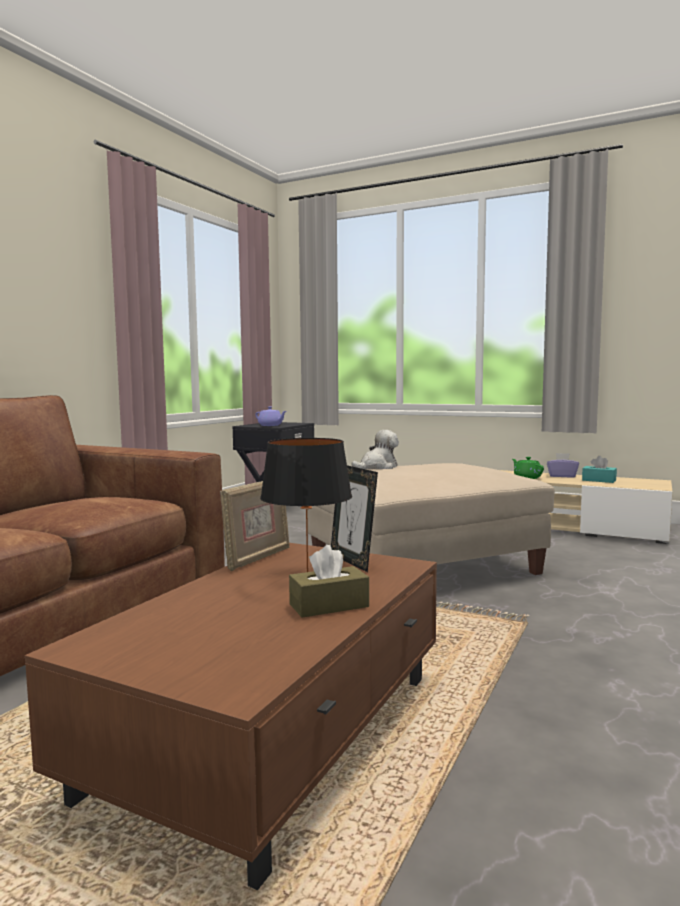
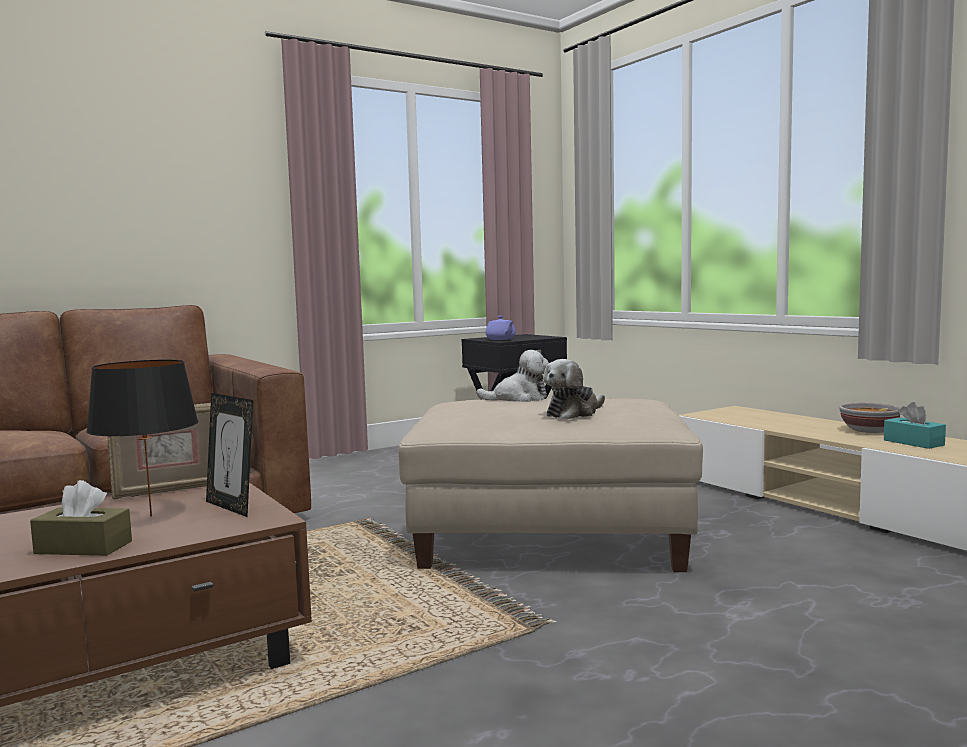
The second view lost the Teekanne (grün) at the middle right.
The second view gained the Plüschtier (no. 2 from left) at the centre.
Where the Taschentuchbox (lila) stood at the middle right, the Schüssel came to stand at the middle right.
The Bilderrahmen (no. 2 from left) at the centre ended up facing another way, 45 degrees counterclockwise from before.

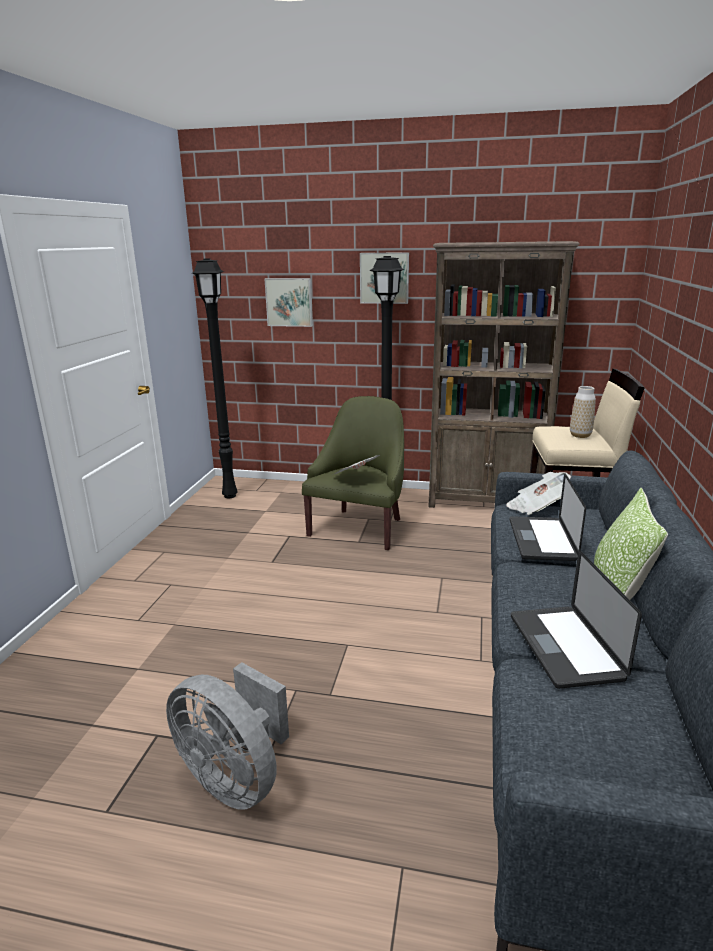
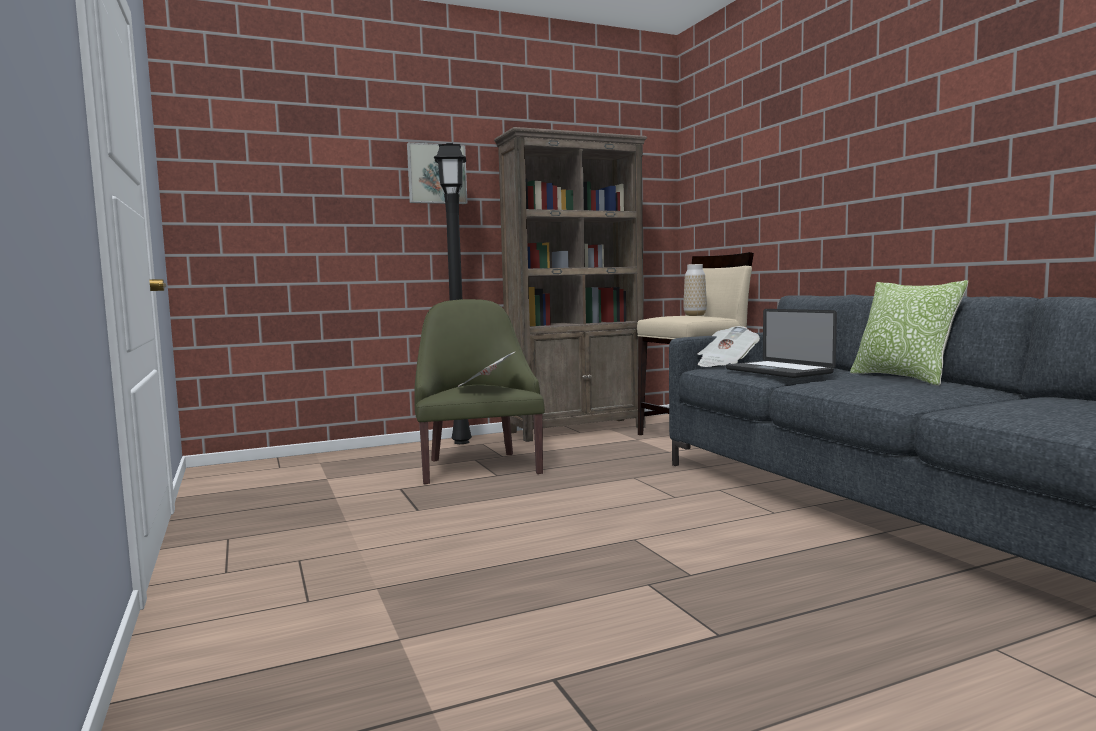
The second view lost the Ventilator (grau) at the bottom left.
The second view lost the Stehlampe (schwarz) (no. 1 from left) at the middle left.
The second view lost the Bild (no. 1 from left) at the top centre.
The second view lost the Laptop (no. 2 from left) at the middle right.

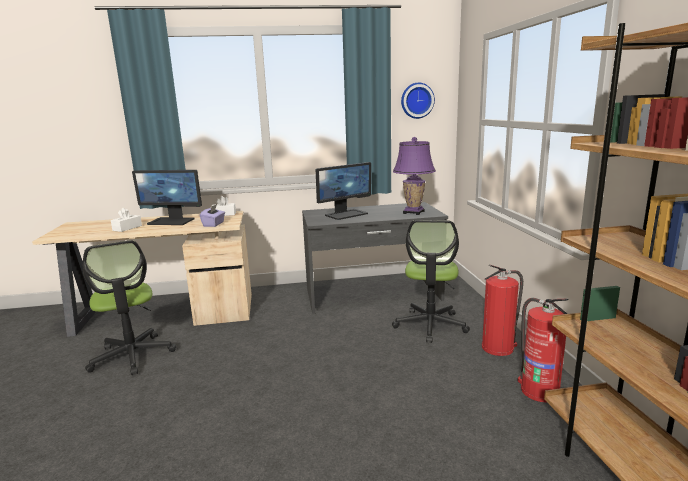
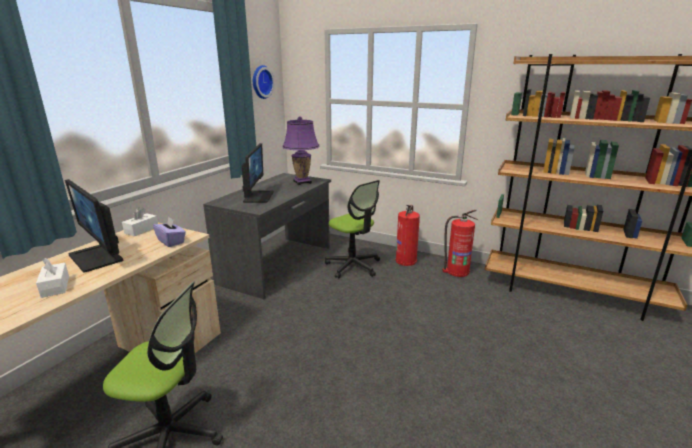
The Monitor (no. 1 from left) at the middle left ended up facing another way, 90 degrees clockwise from before.

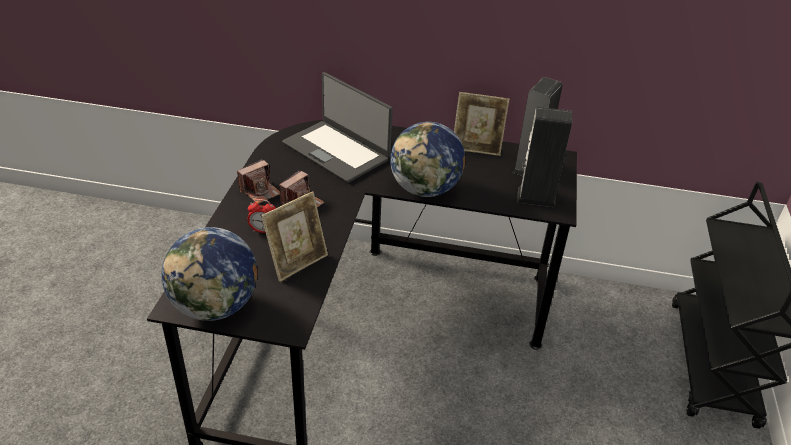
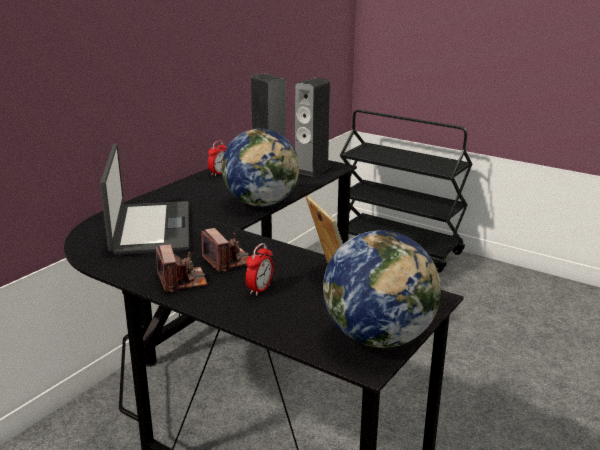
Where the Bilderrahmen (no. 2 from left) stood at the top centre, the Wecker (no. 1 from left) came to stand at the centre.
The Laptop at the top centre ended up facing another way, 75 degrees counterclockwise from before.

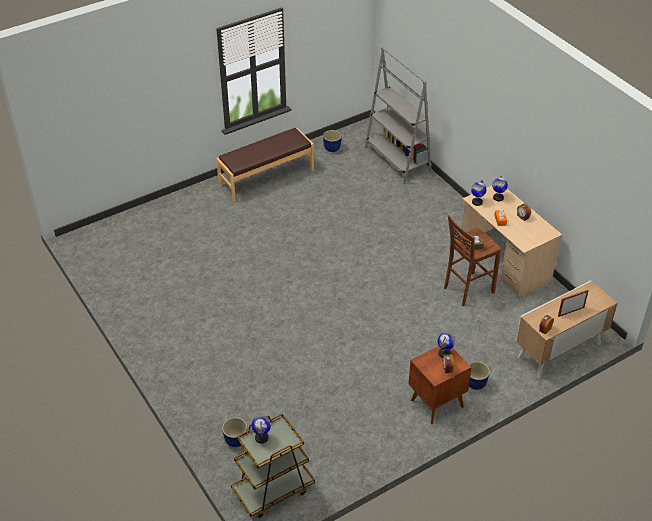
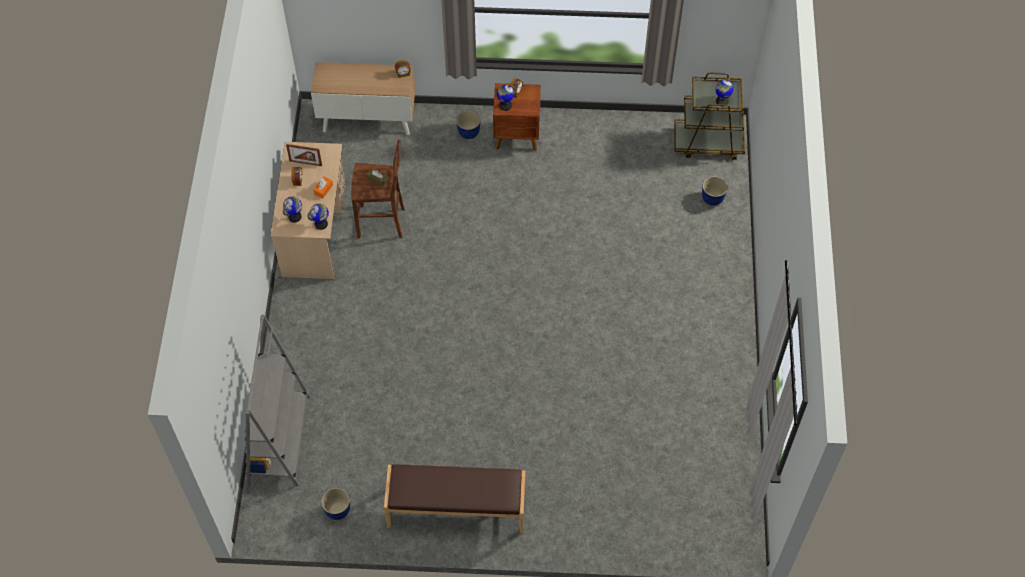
The Bilderrahmen ended up elsewhere, having gone from the middle right to the top left.

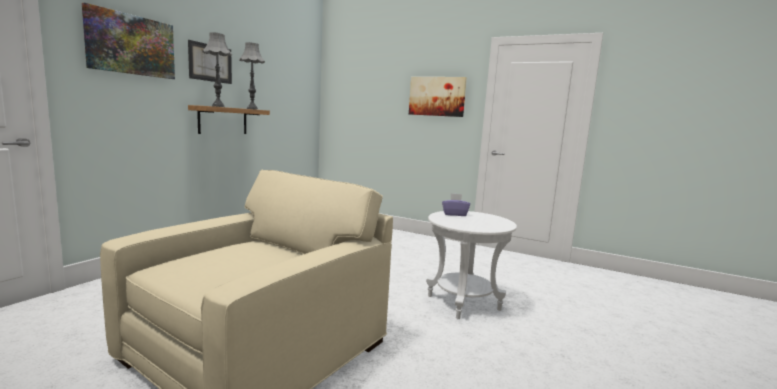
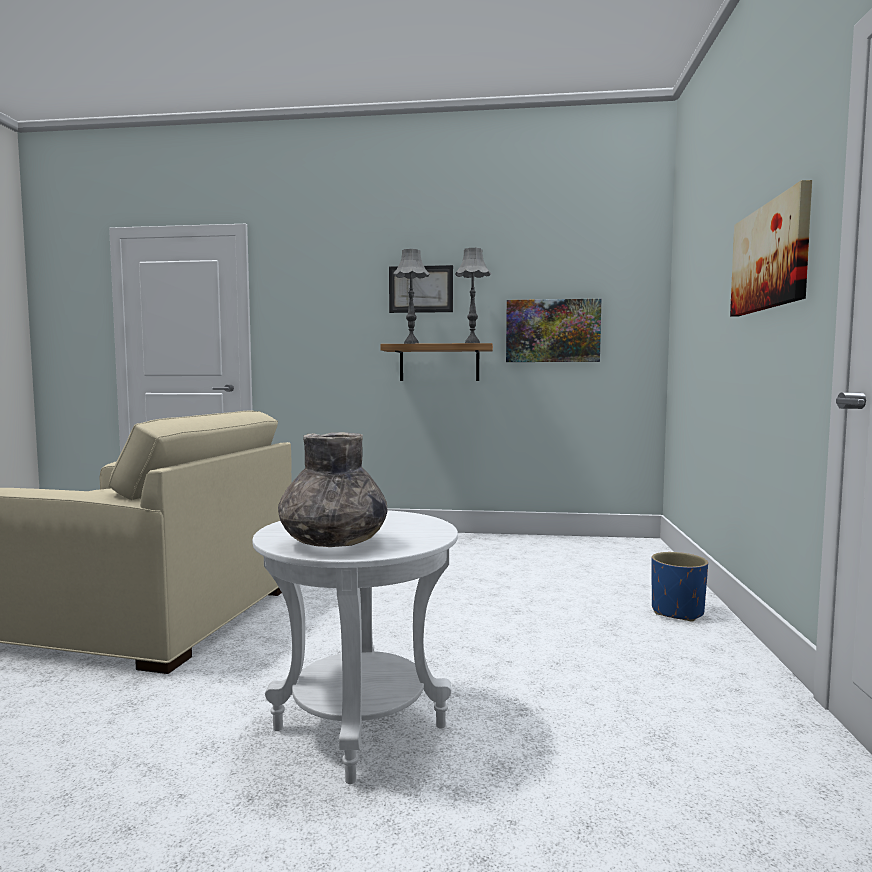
The second view lost the Taschentuchbox (lila) at the centre.
The second view gained the Vase (grau) at the centre.
The second view gained the Pflanzkübel (blau) at the bottom right.
The Bild (no. 1 from left in the first image) ended up elsewhere, having gone from the top left to the centre.

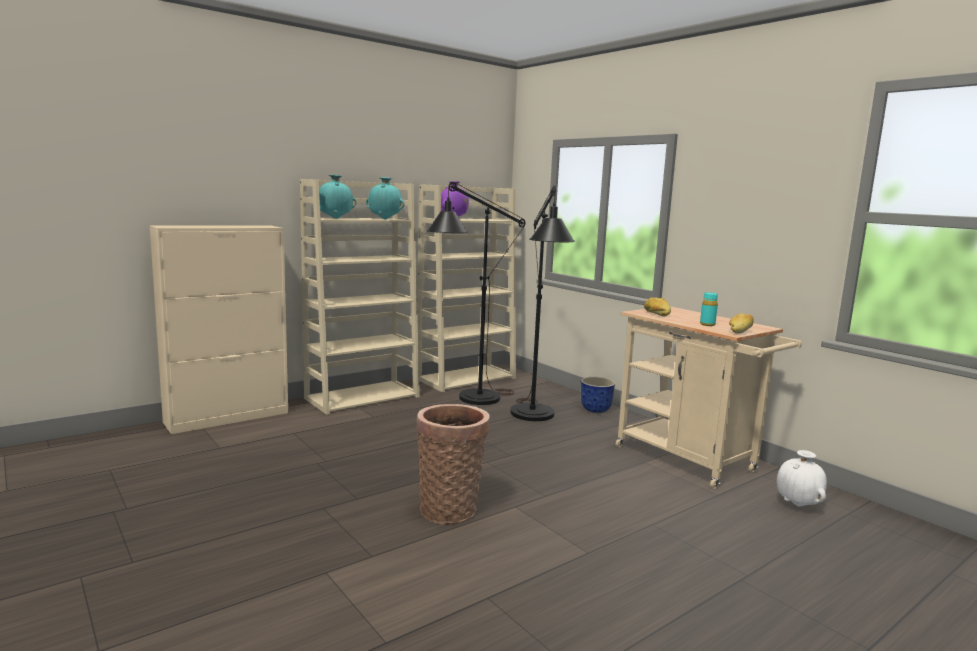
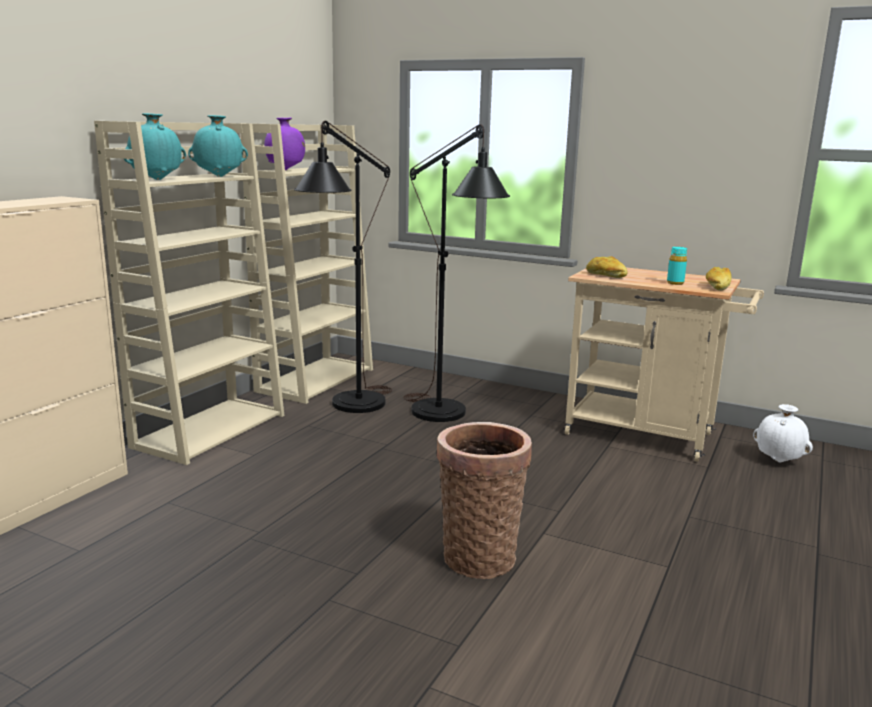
The second view lost the Pflanzkübel at the centre.

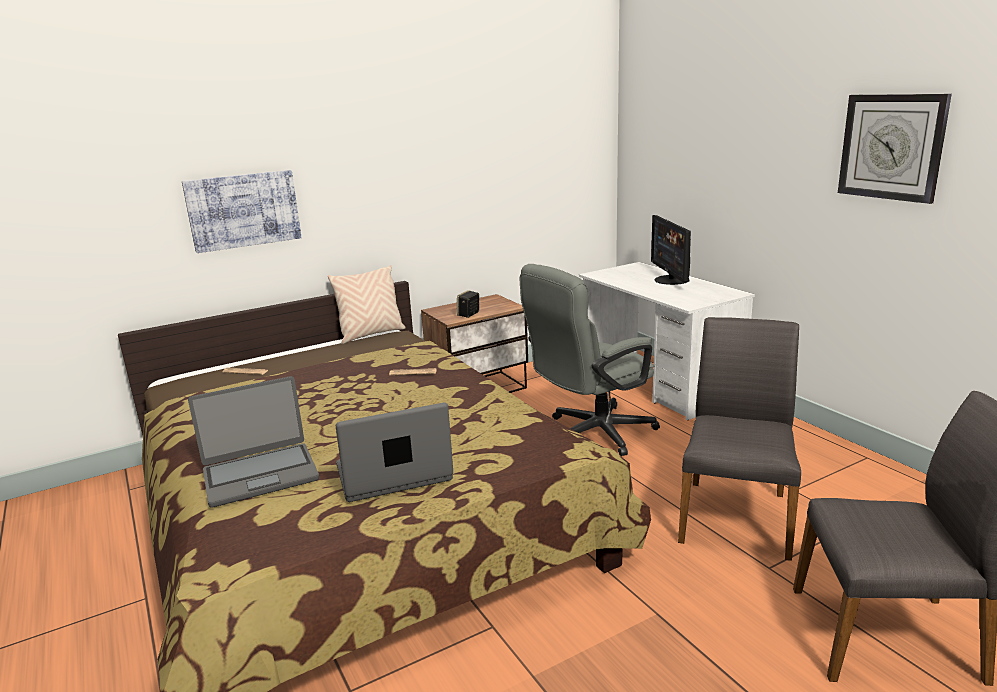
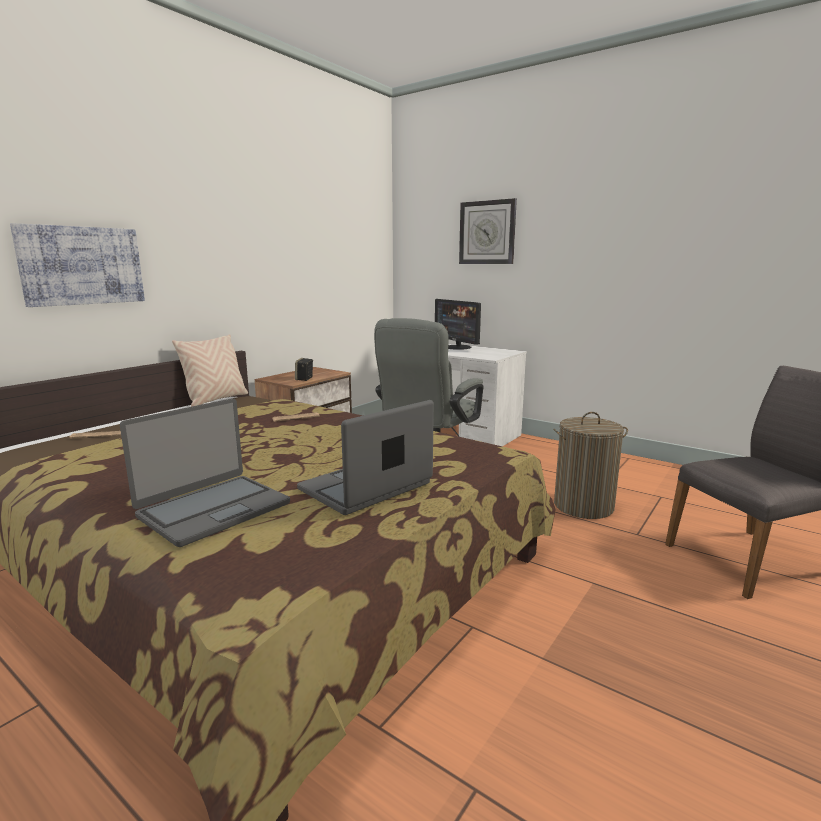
The Wanduhr ended up elsewhere, having gone from the top right to the top centre.
Where the Stuhl (grau) (no. 1 from left) stood at the middle right, the Wäschekorb came to stand at the middle right.

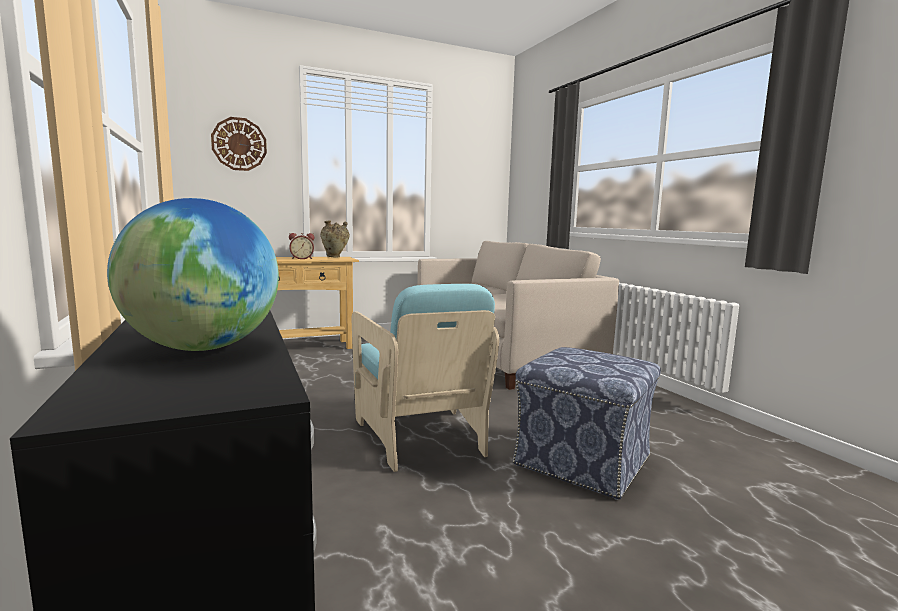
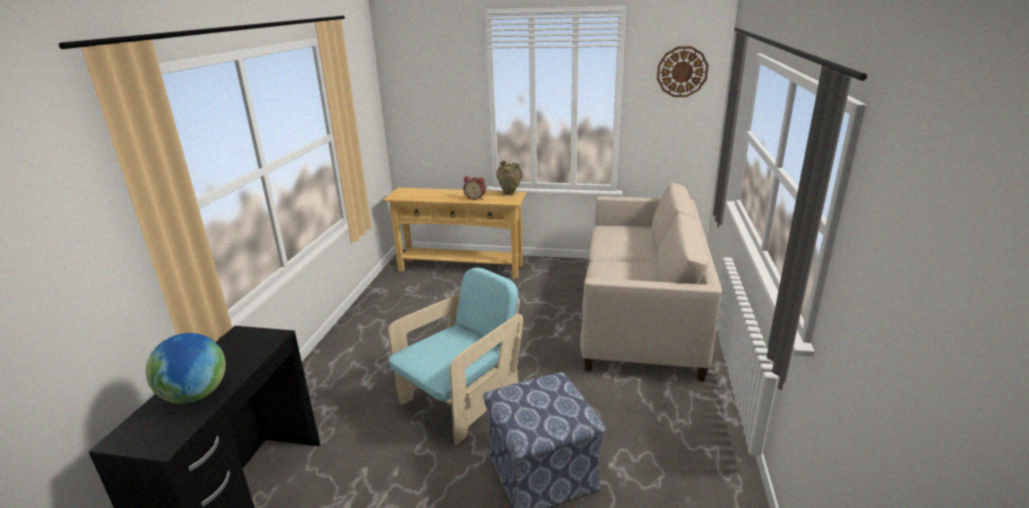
The Wanduhr ended up elsewhere, having gone from the top left to the top centre.
The Sessel (türkis) at the centre ended up facing another way, 150 degrees counterclockwise from before.

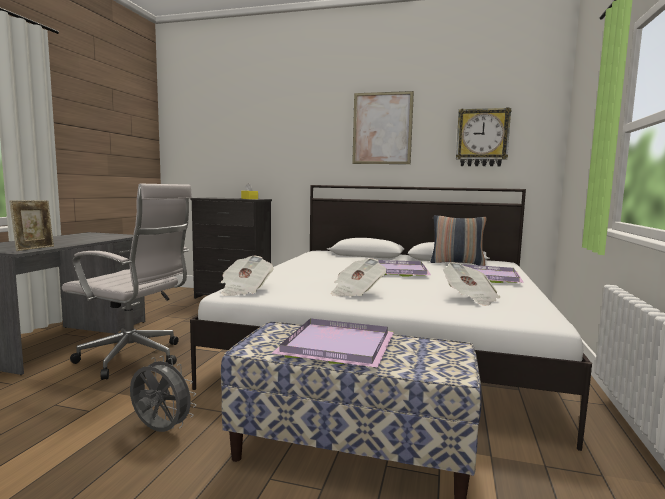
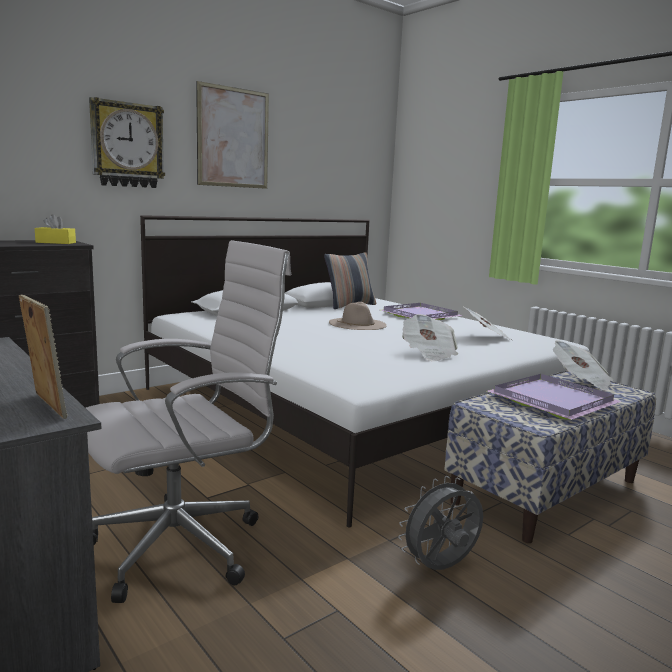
The Zeitung (no. 1 from left in the first image) ended up elsewhere, having gone from the centre to the middle right.
The Wanduhr ended up elsewhere, having gone from the top right to the top left.
Where the Tablett (lila) (no. 2 from left) stood at the centre, the Hut (beige) came to stand at the centre.

